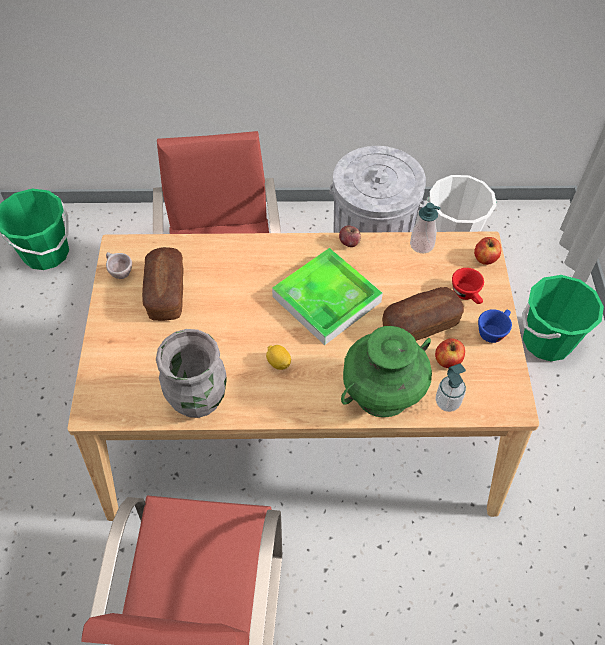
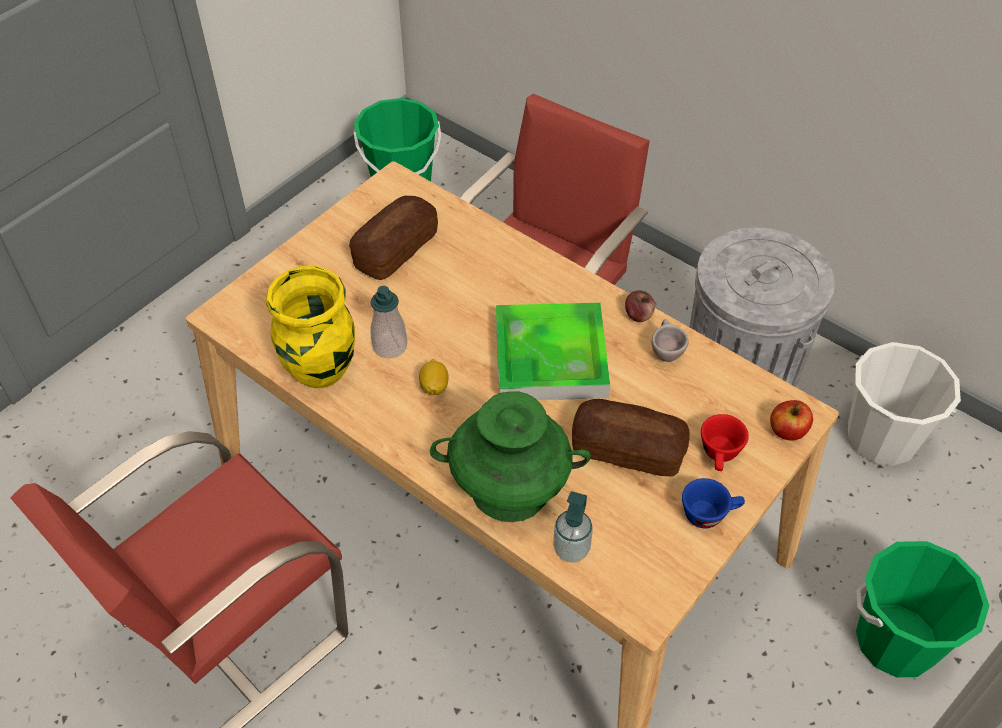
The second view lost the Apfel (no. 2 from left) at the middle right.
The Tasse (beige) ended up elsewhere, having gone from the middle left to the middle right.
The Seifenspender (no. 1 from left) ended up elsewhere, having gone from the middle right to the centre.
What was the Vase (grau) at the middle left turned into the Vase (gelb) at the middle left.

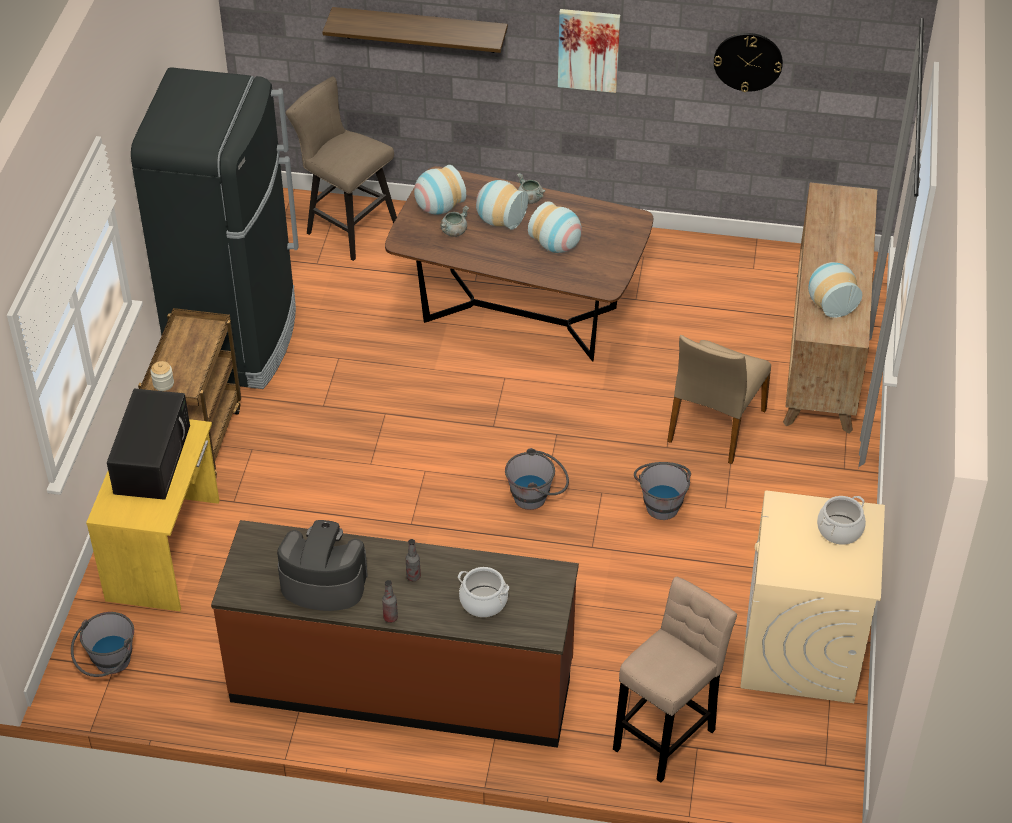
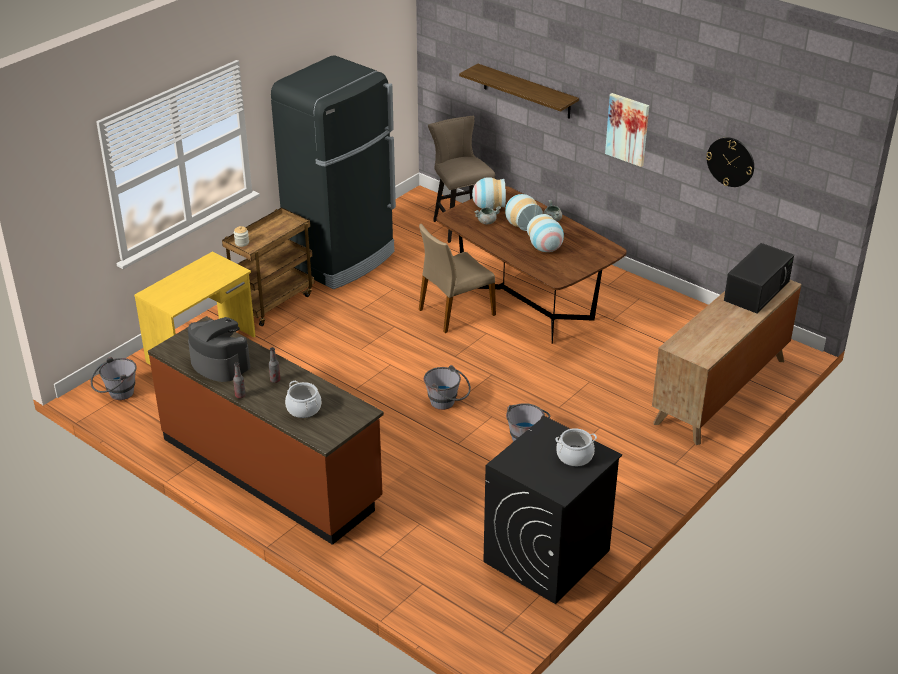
The second view lost the Hocker (beige) (no. 2 from left) at the bottom right.
The second view lost the Vase (no. 4 from left) at the middle right.
The Mikrowelle (schwarz) ended up elsewhere, having gone from the middle left to the middle right.
The Stuhl (beige) ended up elsewhere, having gone from the middle right to the centre.
What was the Waschmaschine (beige) at the bottom right turned into the Waschmaschine (schwarz) at the bottom centre.

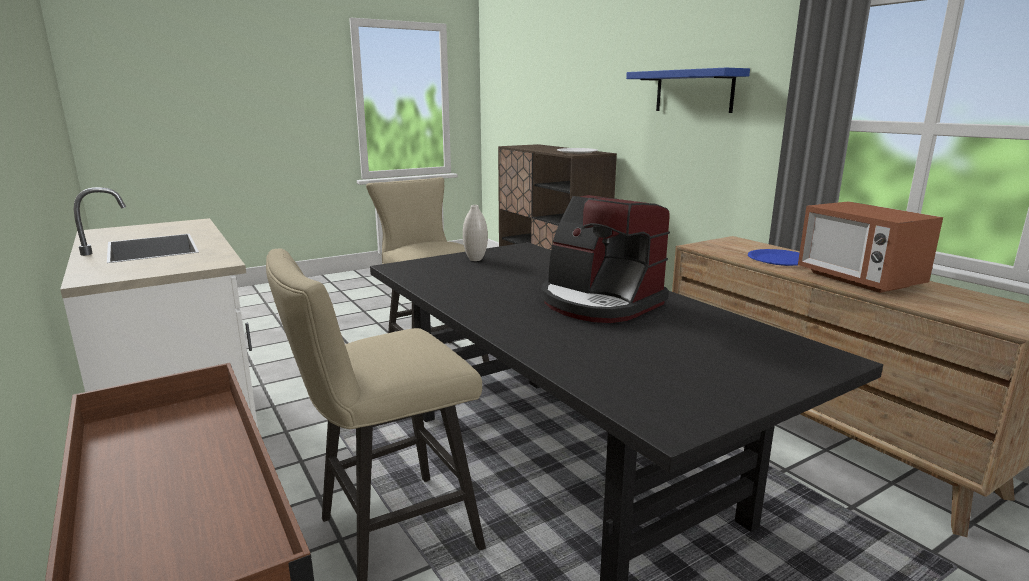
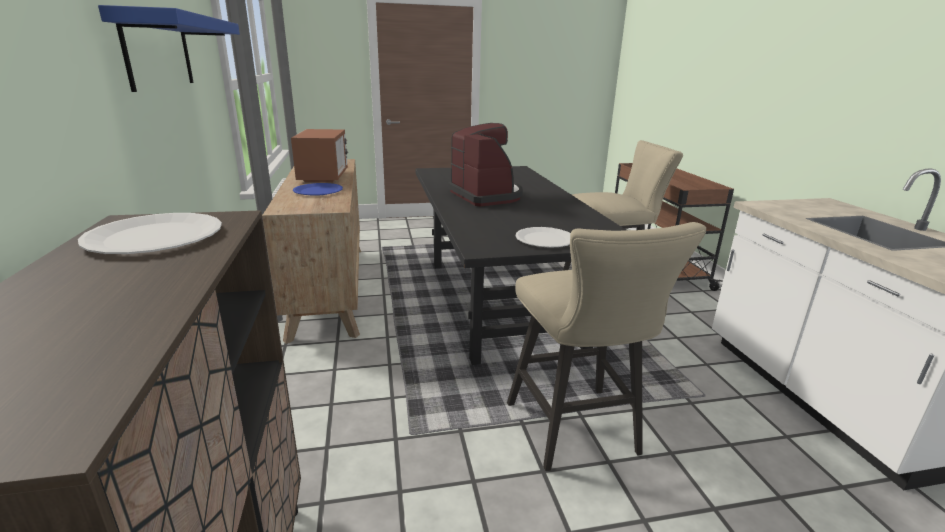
Where the Vase (weiß) stood at the centre, the Teller (weiß) (no. 2 from left) came to stand at the centre.

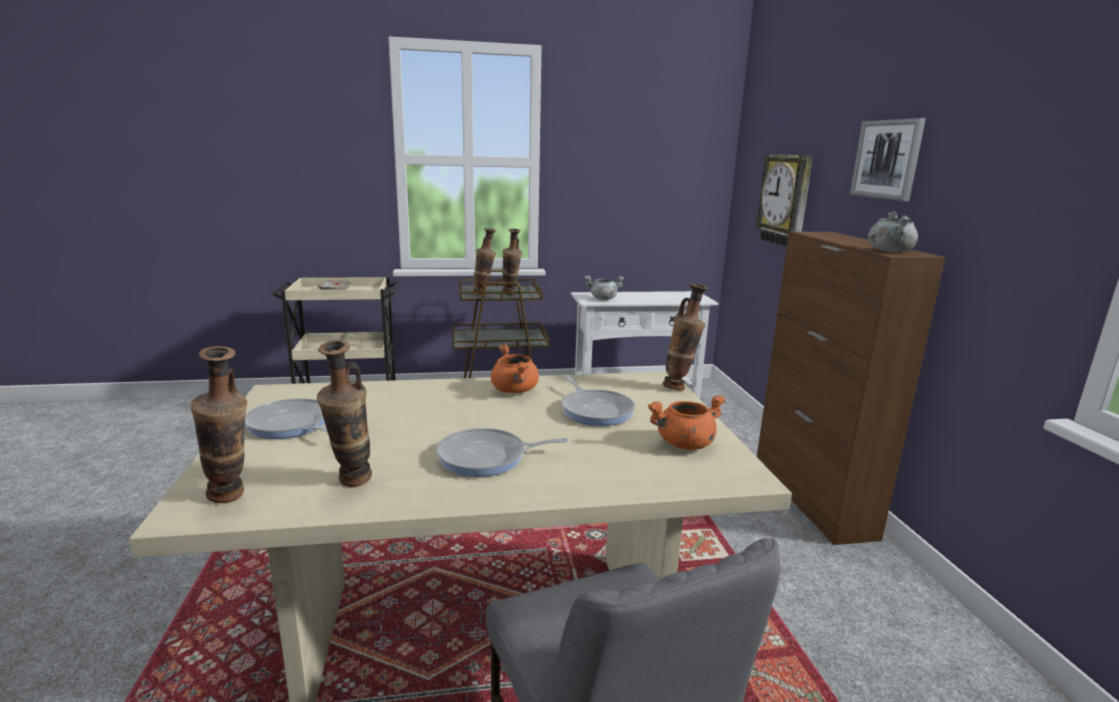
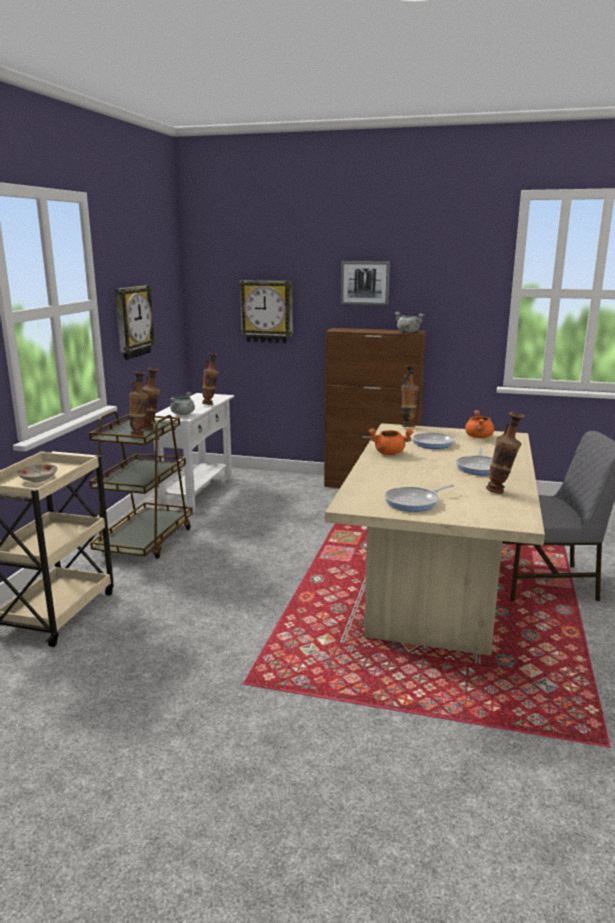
The second view gained the Wanduhr (no. 1 from left) at the middle left.
The Vase (no. 1 from left in the first image) ended up elsewhere, having gone from the middle left to the centre.

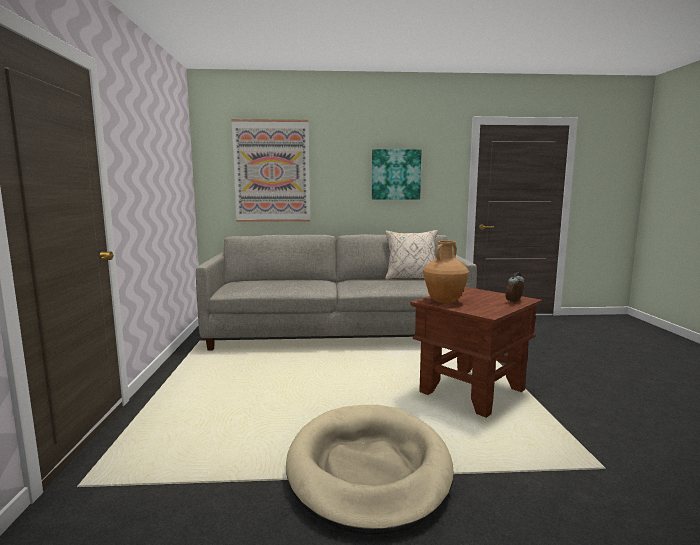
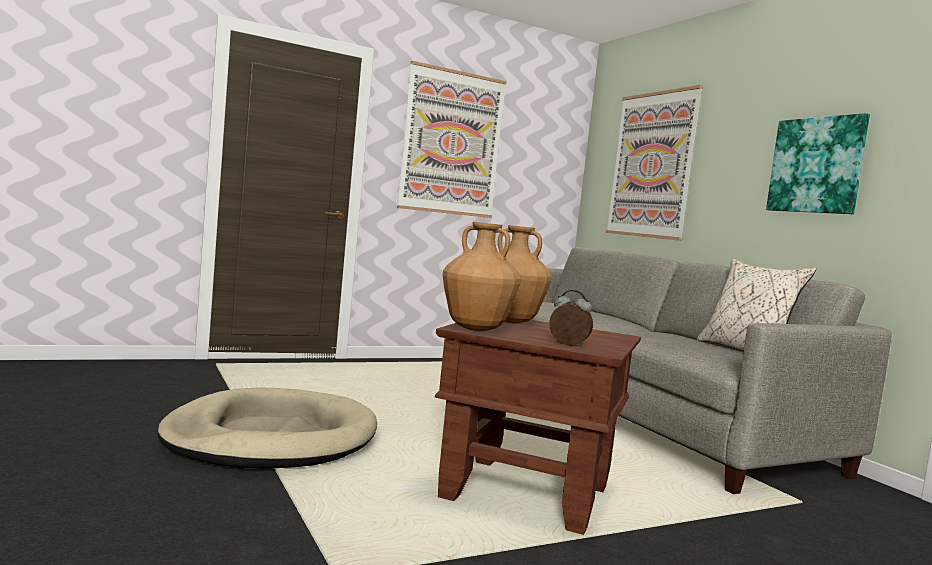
The second view gained the Bild (no. 1 from left) at the top centre.
The second view gained the Vase (braun) (no. 1 from left) at the centre.

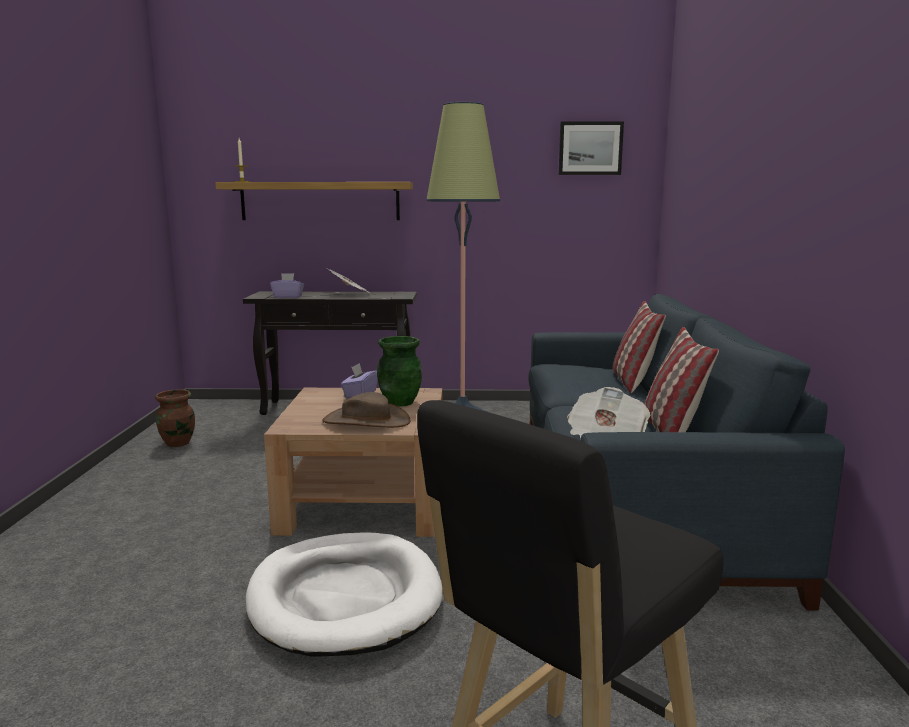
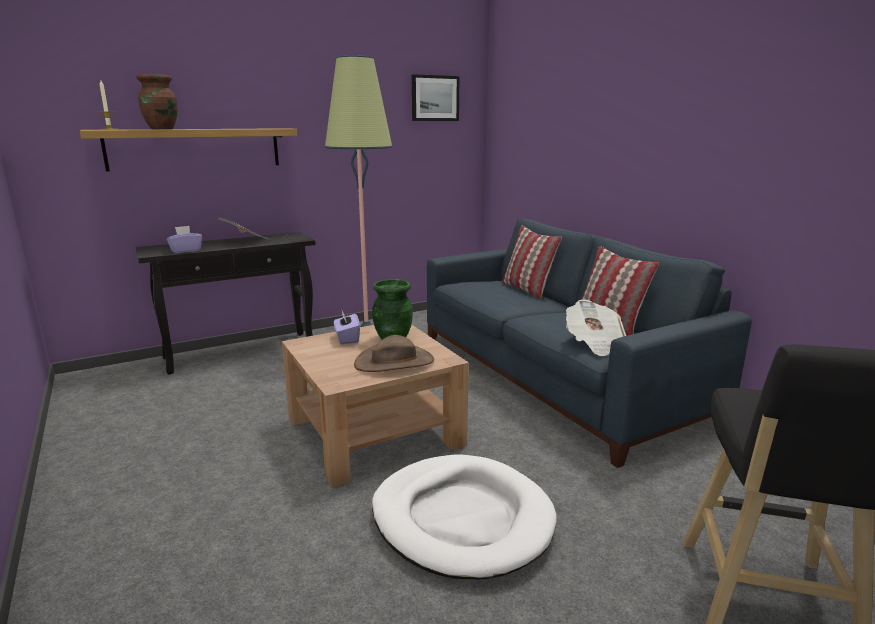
The Vase (braun) ended up elsewhere, having gone from the middle left to the top left.

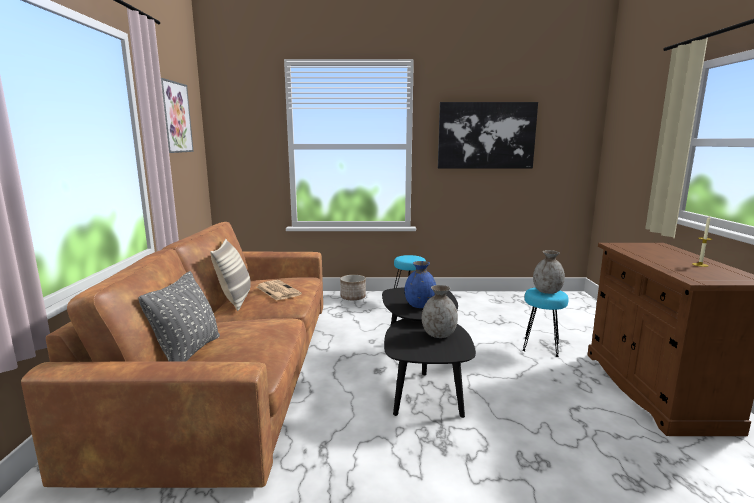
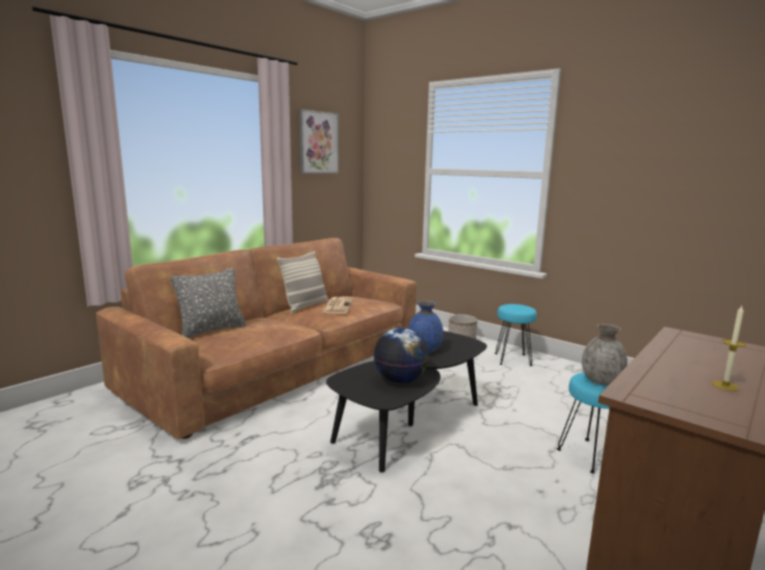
The second view lost the Bild (no. 2 from left) at the top centre.
Where the Vase (grau) (no. 1 from left) stood at the centre, the Globus came to stand at the centre.

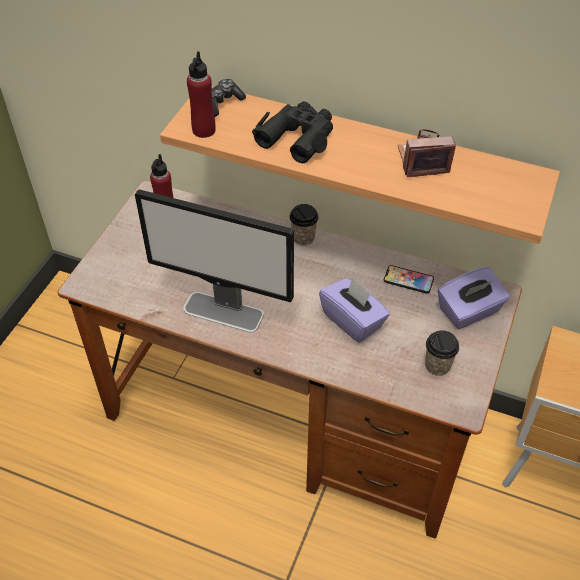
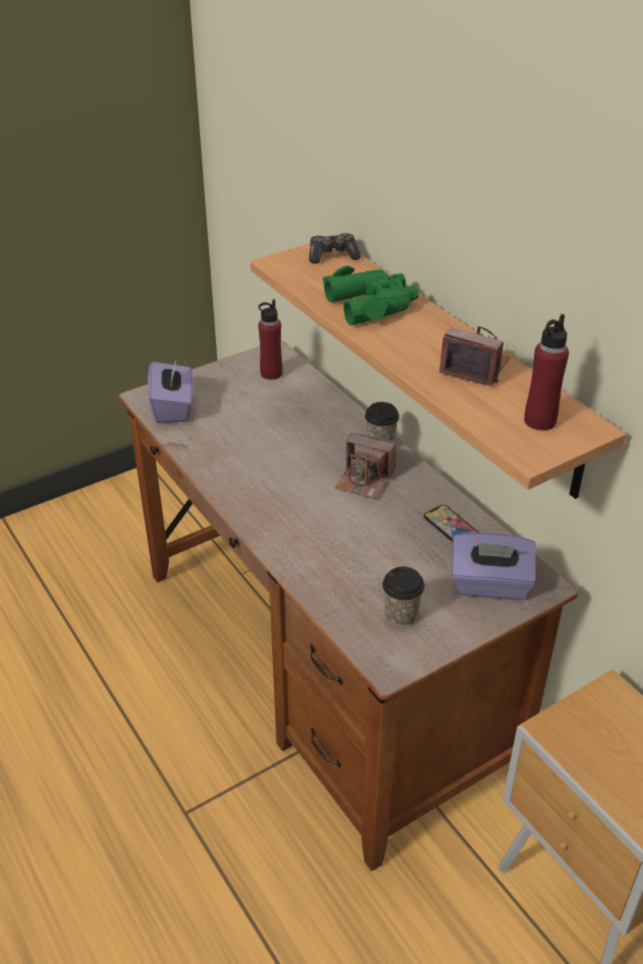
The second view lost the Monitor at the centre.
The second view gained the Kamera (no. 1 from left) at the centre.
The Flasche (rot) (no. 2 from left) ended up elsewhere, having gone from the top centre to the middle right.
The Taschentuchbox (lila) (no. 1 from left) ended up elsewhere, having gone from the centre to the middle left.
What was the Fernglas (schwarz) at the top centre turned into the Fernglas (grün) at the top centre.

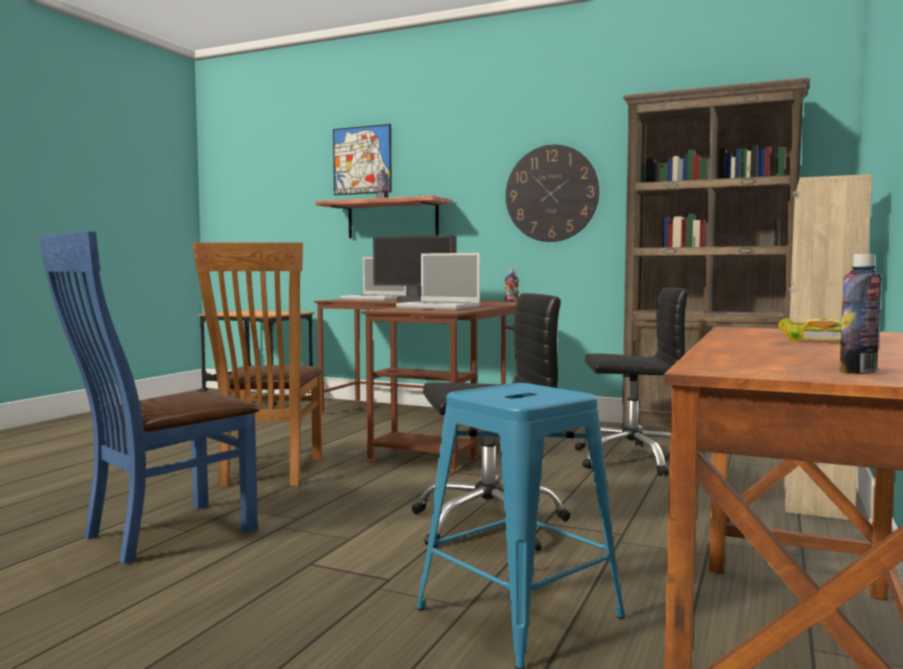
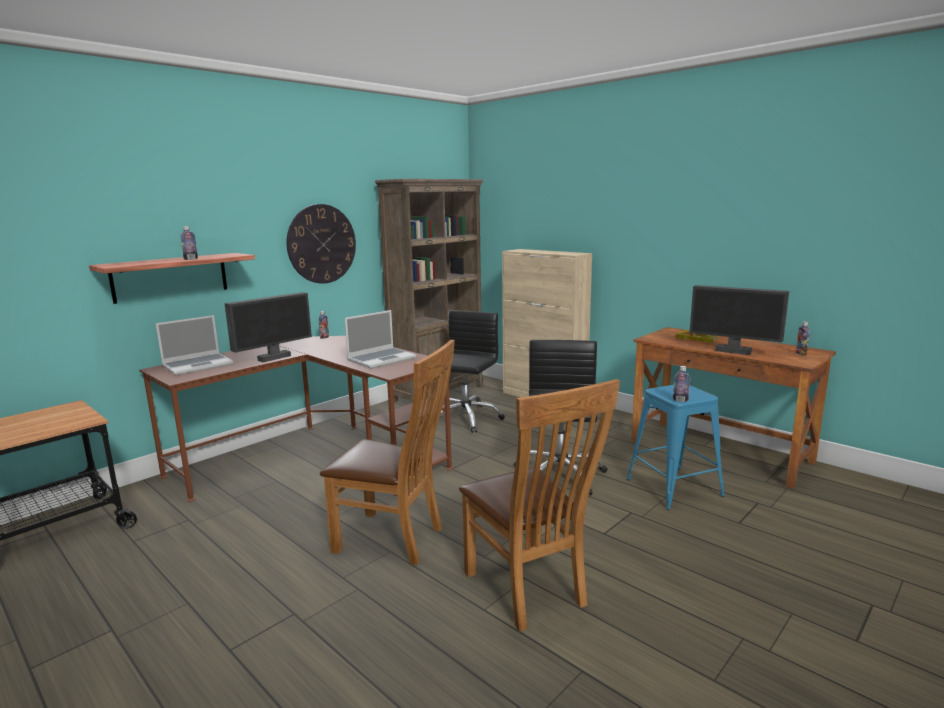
The second view lost the Bild at the top centre.
The second view gained the Flasche (no. 3 from left) at the middle right.
The second view gained the Monitor (no. 2 from left) at the middle right.
What was the Stuhl (blau) at the middle left turned into the Stuhl (braun) (no. 2 from left) at the bottom centre.

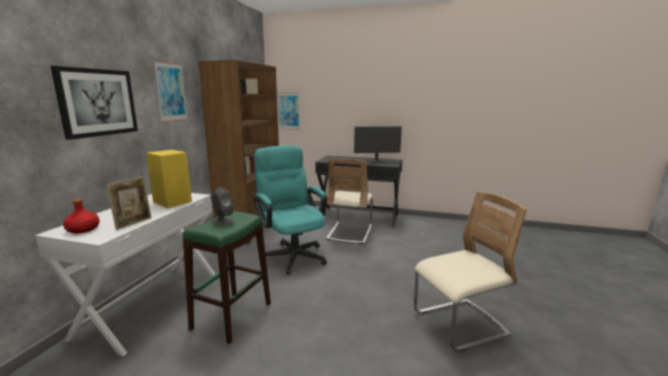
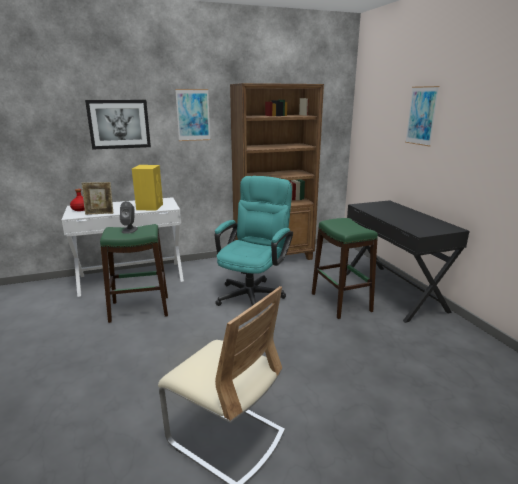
The second view lost the Monitor at the centre.
The Bild (no. 3 from left) ended up elsewhere, having gone from the top centre to the top right.
Where the Stuhl (beige) (no. 1 from left) stood at the centre, the Hocker (grün) (no. 2 from left) came to stand at the centre.

